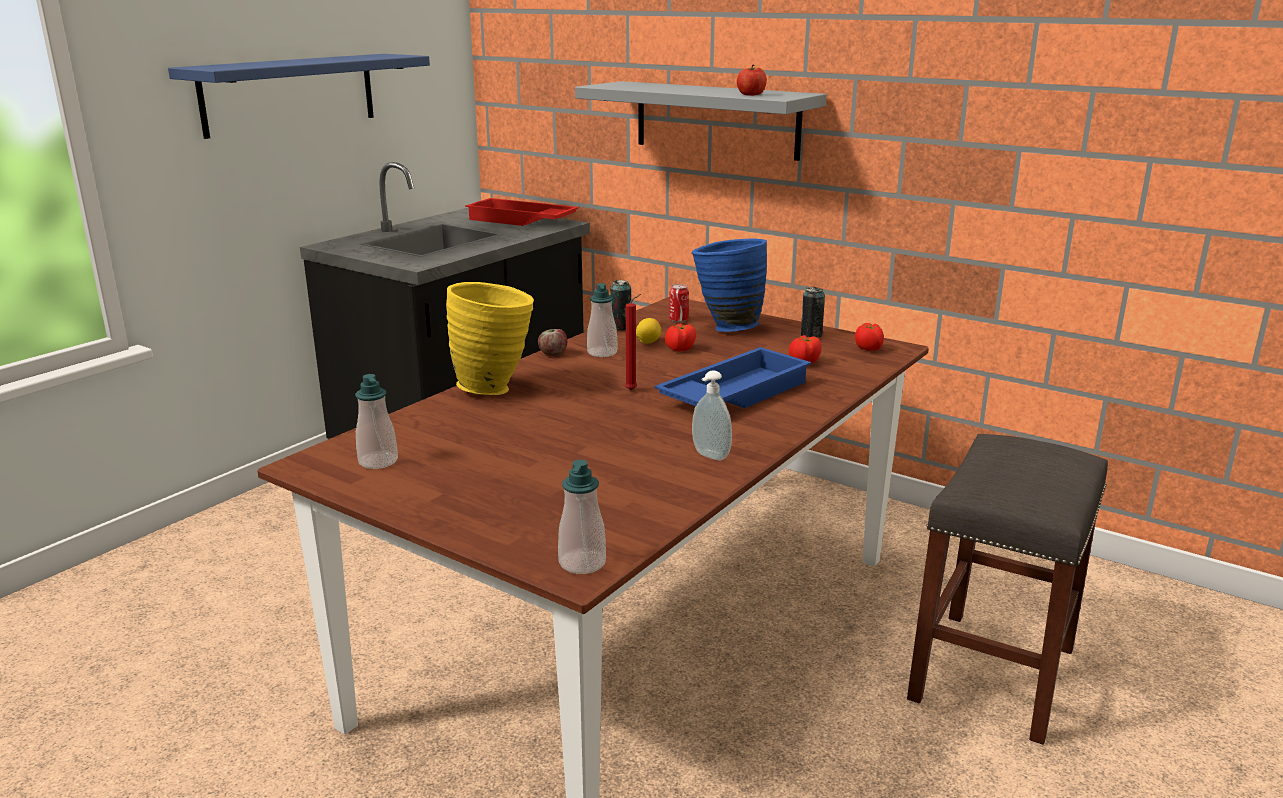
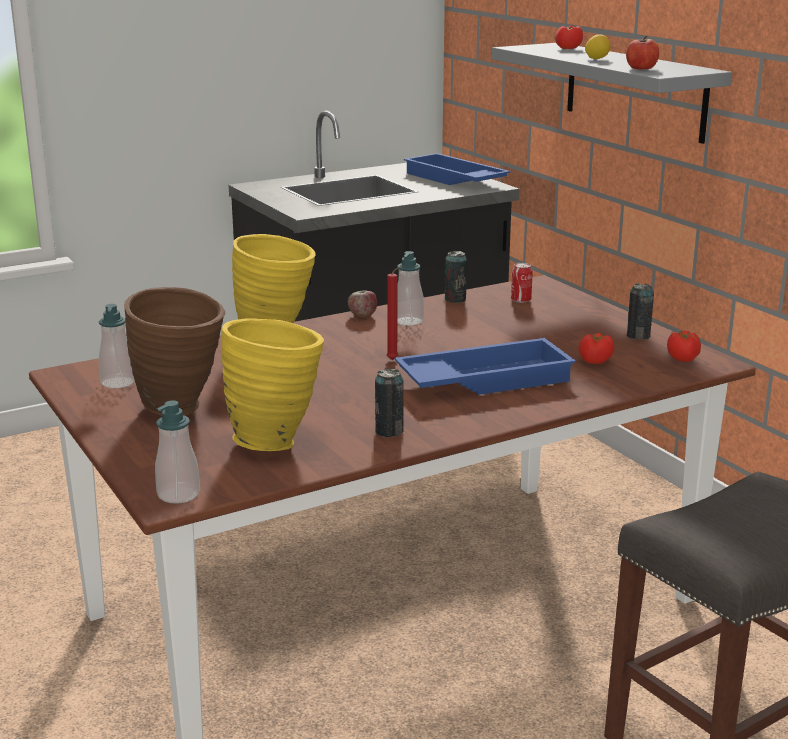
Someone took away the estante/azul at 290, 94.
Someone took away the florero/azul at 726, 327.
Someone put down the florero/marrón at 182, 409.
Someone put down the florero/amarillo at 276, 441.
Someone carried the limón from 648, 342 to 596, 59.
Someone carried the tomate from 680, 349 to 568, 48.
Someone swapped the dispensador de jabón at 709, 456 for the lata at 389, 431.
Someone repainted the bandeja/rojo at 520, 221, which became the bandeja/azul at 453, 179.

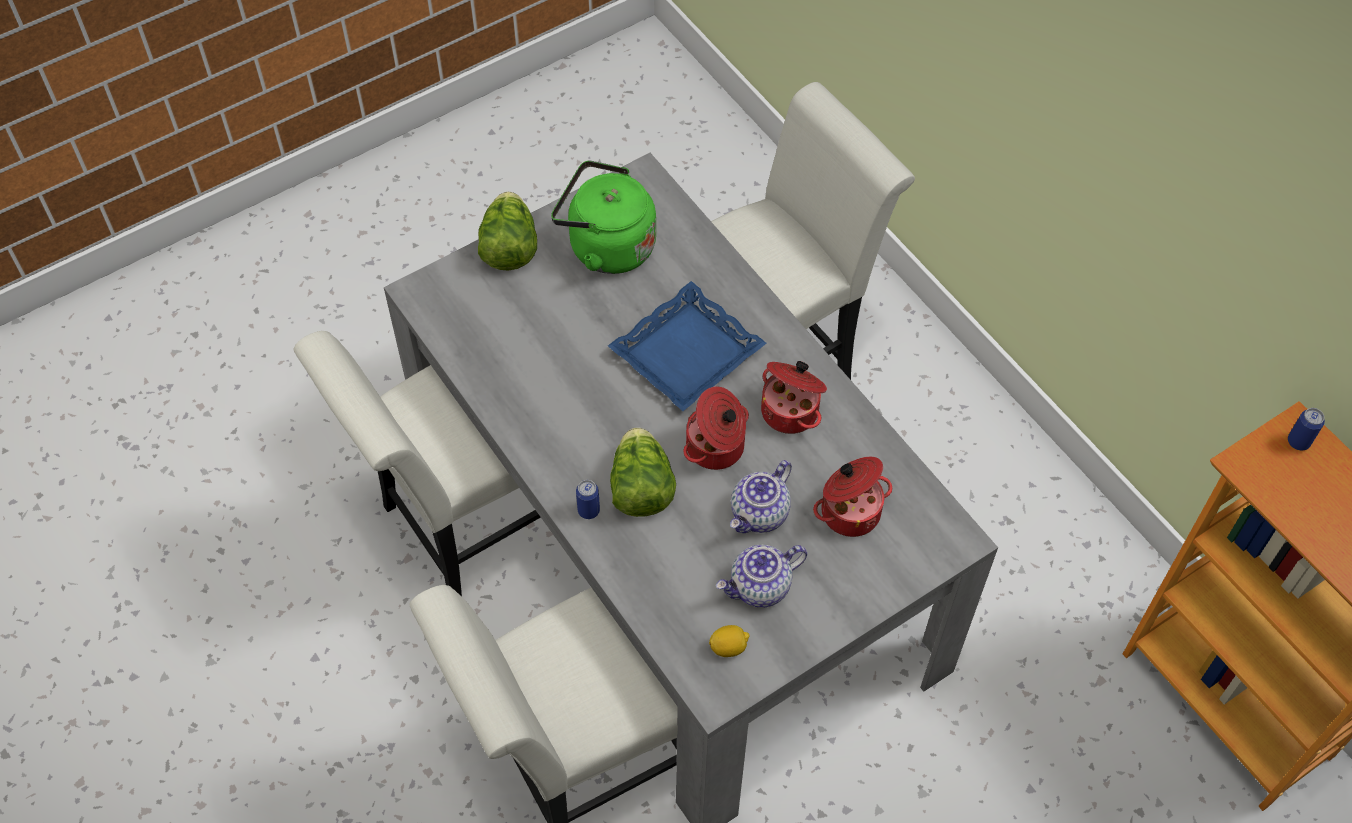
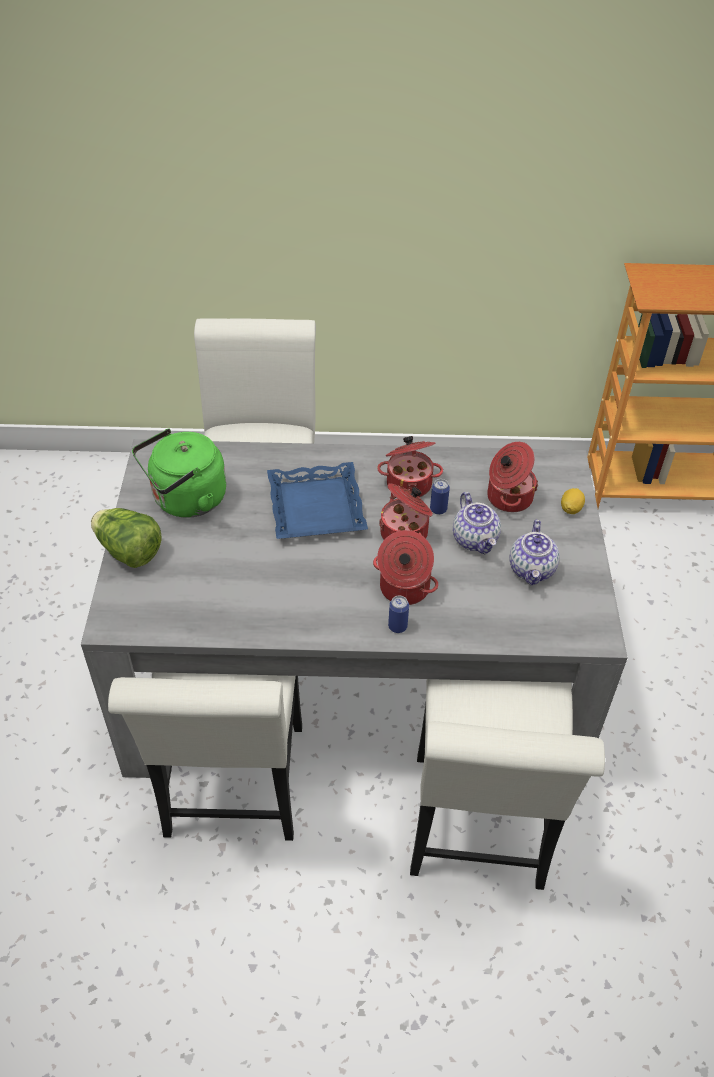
Someone carried the limón from 728, 647 to 571, 509.
Someone carried the lata from 1298, 442 to 438, 509.
Someone swapped the lechuga at 640, 488 for the olla at 403, 589.

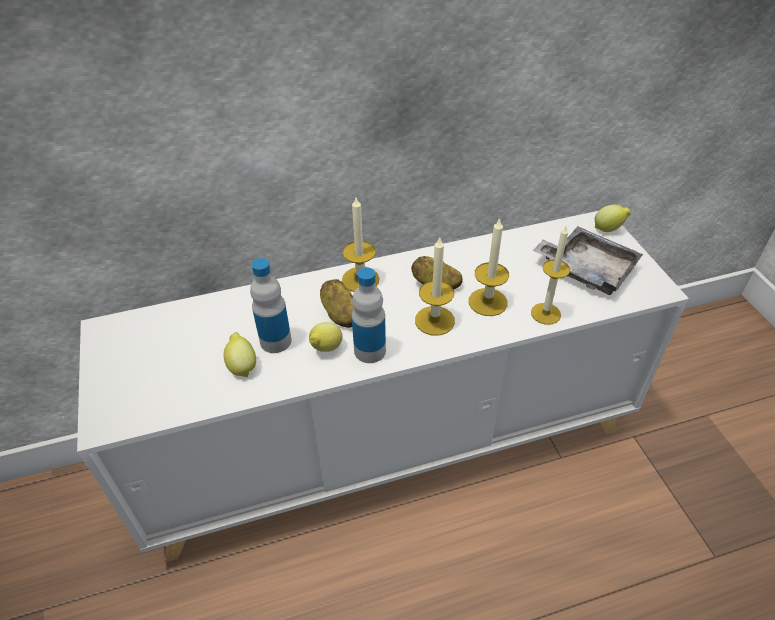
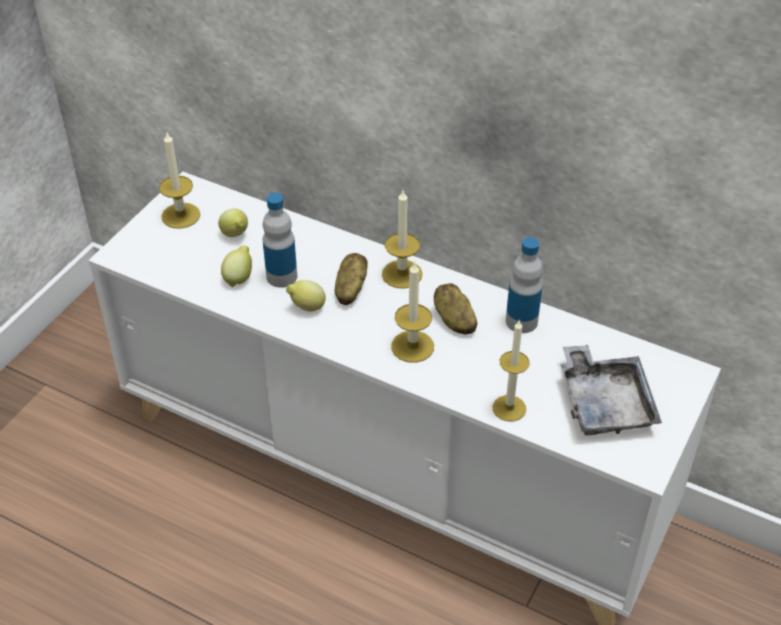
Someone carried the botella from 370, 351 to 521, 321.
Someone carried the vela from 487, 302 to 180, 215.
Someone carried the limón from 608, 229 to 235, 235.

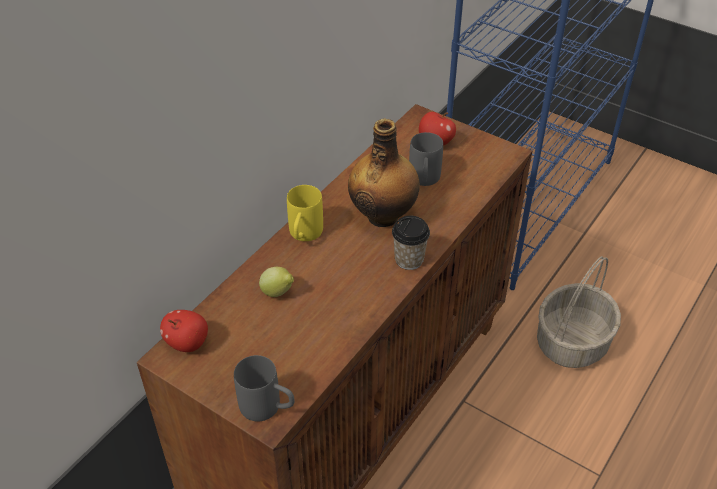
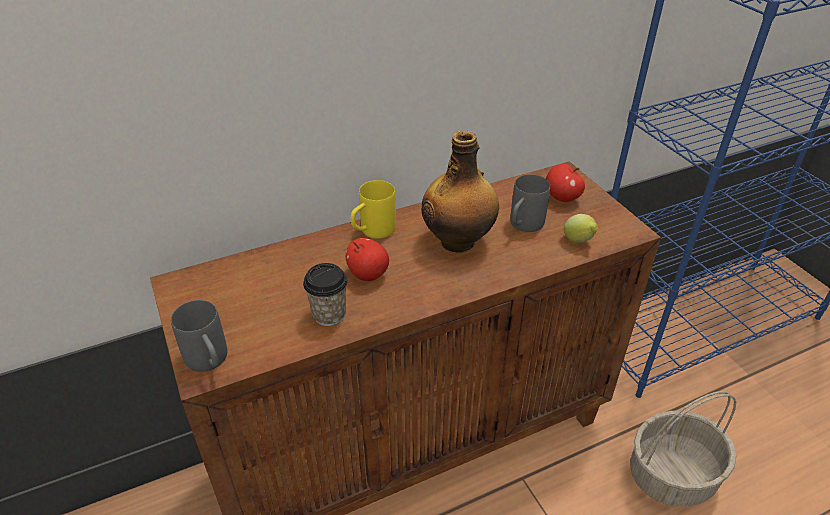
Someone carried the manzana from 187, 343 to 368, 274.
Someone carried the limón from 278, 293 to 579, 241.
Someone carried the taza from 409, 260 to 329, 314.

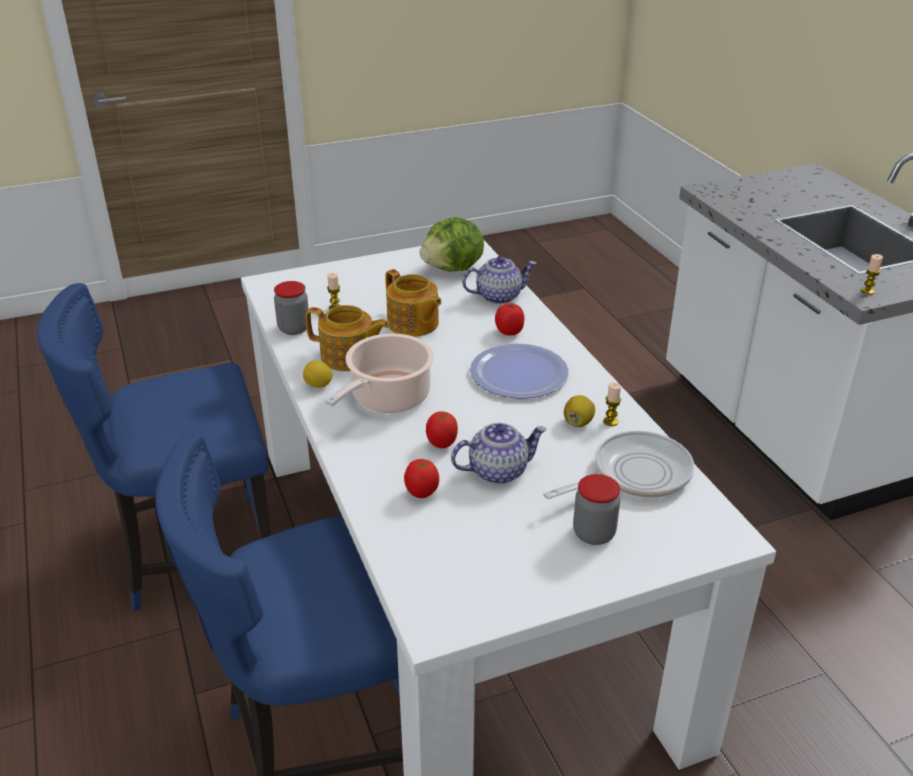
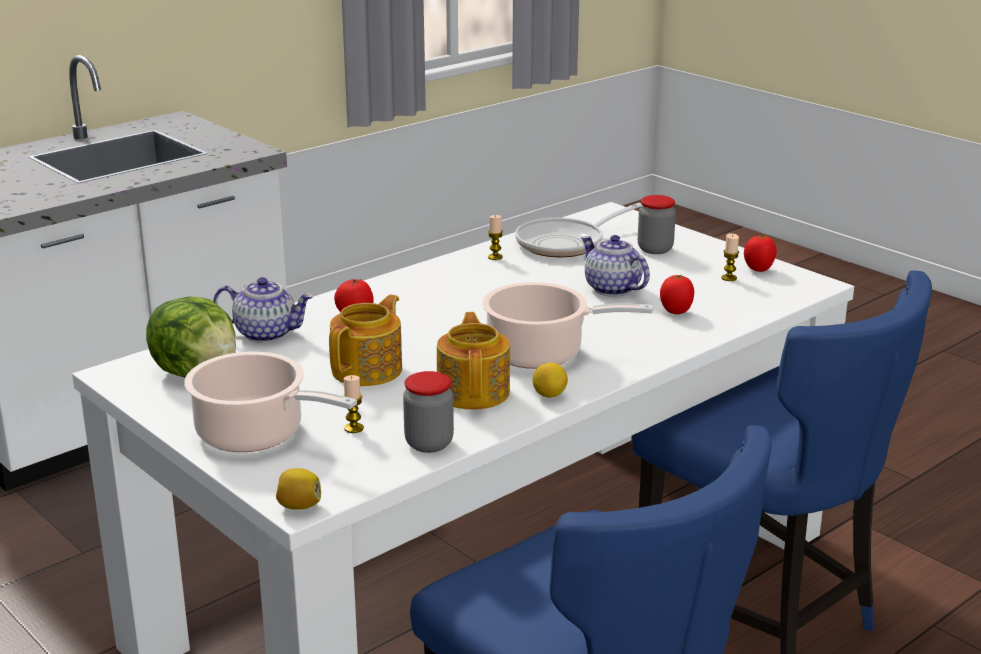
Someone took away the plato at 519, 373.
Someone put down the olla at 256, 434.
Someone carried the tomate from 441, 444 to 759, 270.
Someone carried the limón from 578, 422 to 299, 506.
Someone carried the vela from 867, 291 to 729, 278.
Someone rotated the tetera at 499, 296 by 135 degrees clockwise.
Someone rotated the sartén at 634, 475 by 75 degrees counterclockwise.

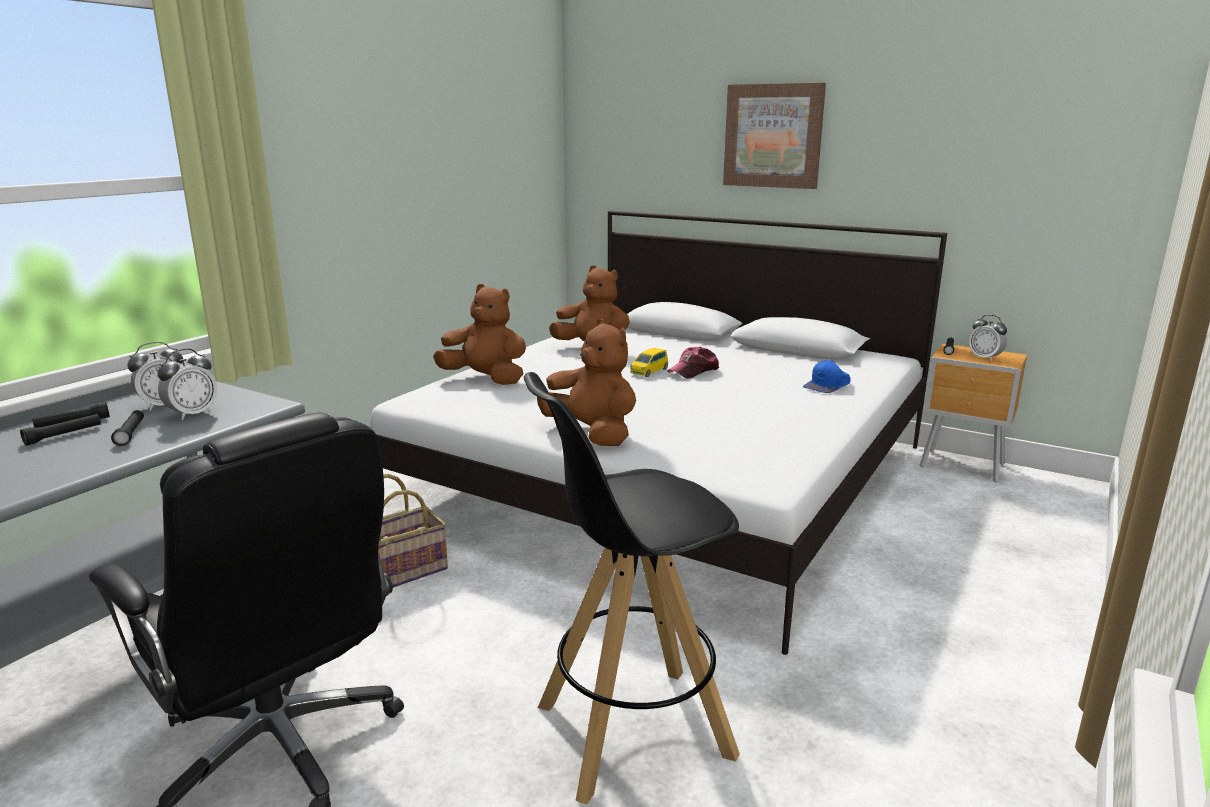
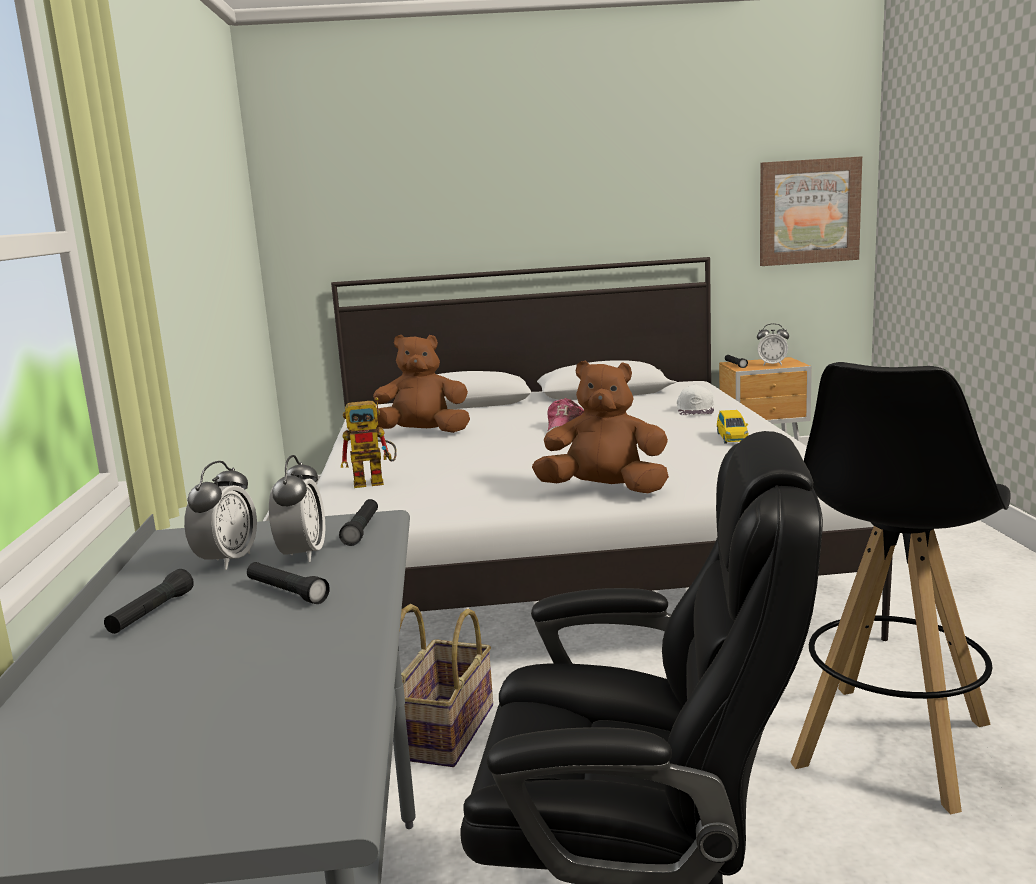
Someone carried the linterna/negro from 63, 435 to 362, 530.
Someone carried the coche de juguete/amarillo from 649, 371 to 732, 438.
Someone carried the cuadro from 773, 136 to 809, 211.
Someone swapped the peluche/marrón at 485, 379 for the robot de juguete at 376, 481.
Someone repainted the gorra/azul at 828, 385, which became the gorra/blanco at 696, 410.

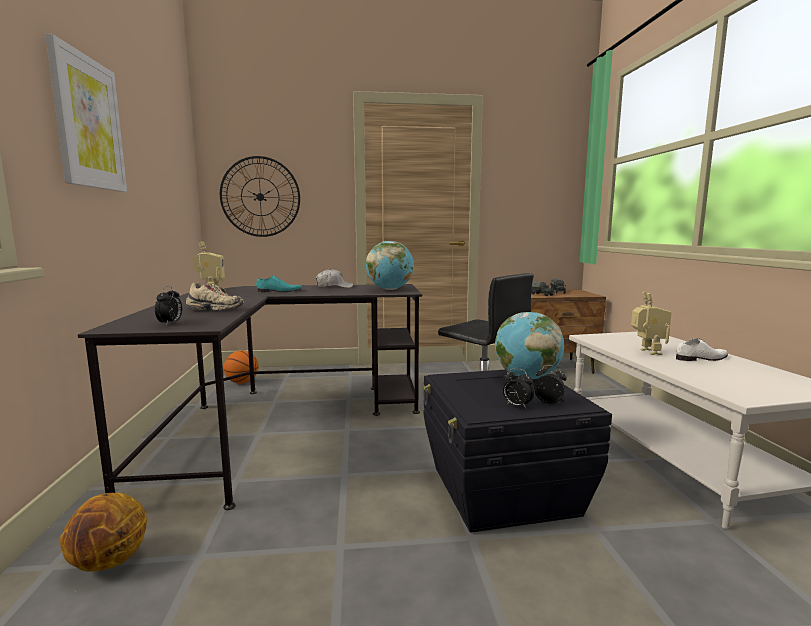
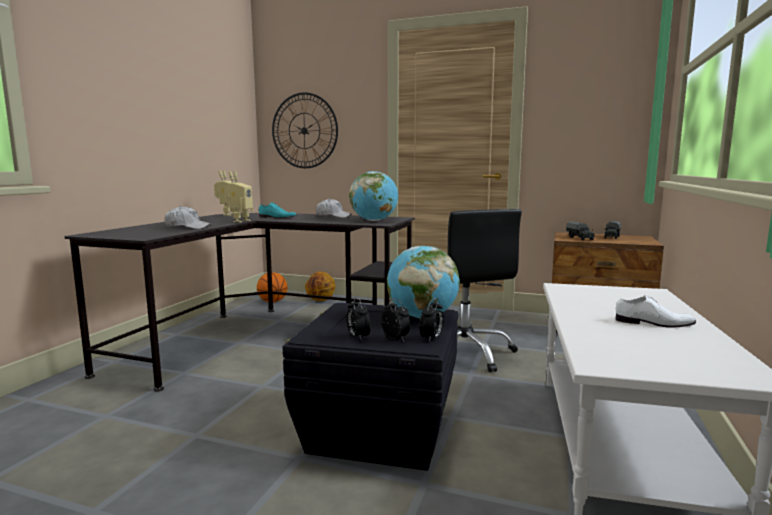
Someone took away the cuadro at 88, 123.
Someone carried the balón de baloncesto from 109, 562 to 320, 300.
Someone carried the despertador from 170, 323 to 431, 338.
Someone carried the robot de juguete from 647, 352 to 239, 221.
Someone swapped the zapato/beis at 215, 309 for the gorra/blanco at 188, 227.

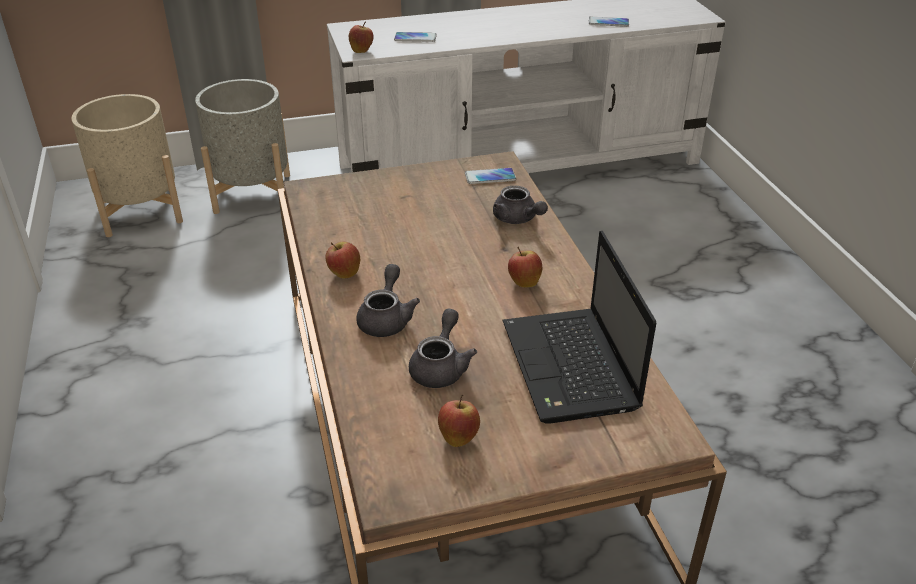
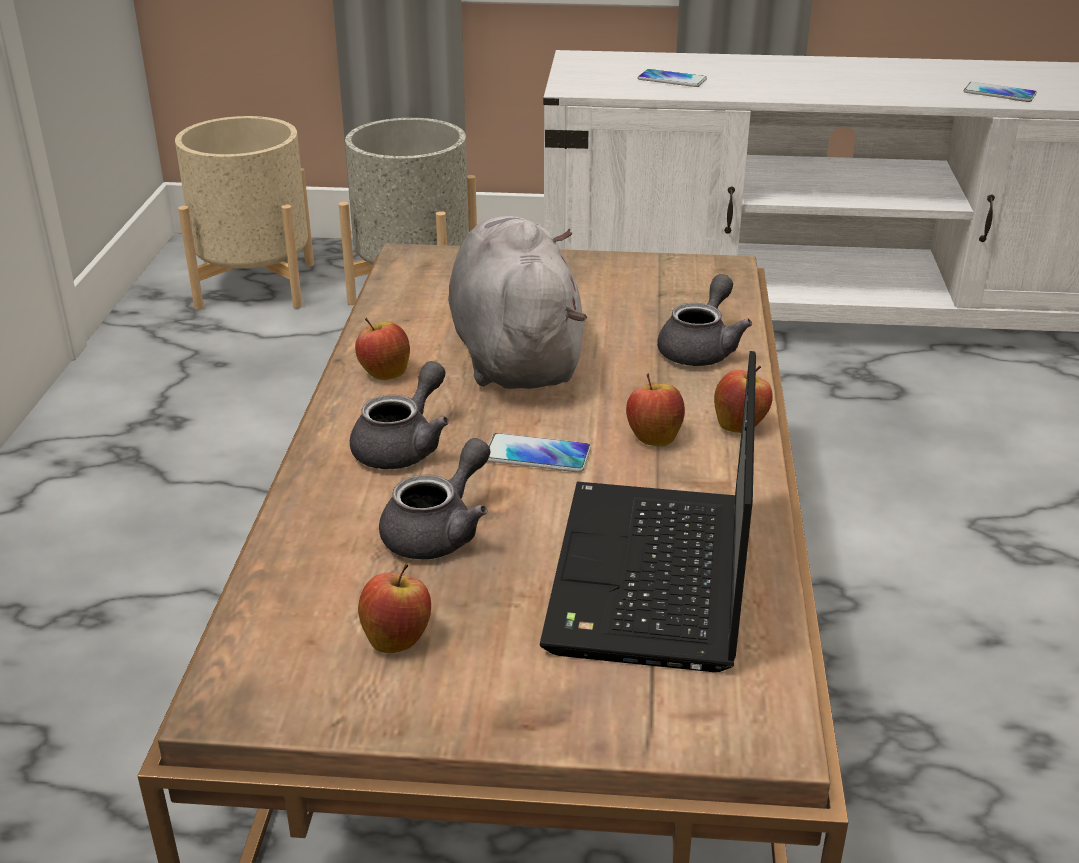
Someone put down the peluche/gris at 515, 355.
Someone carried the manzana from 362, 50 to 740, 426.
Someone carried the móvil from 490, 177 to 537, 455.
Someone rotated the tetera/gris at 517, 219 by 135 degrees counterclockwise.

